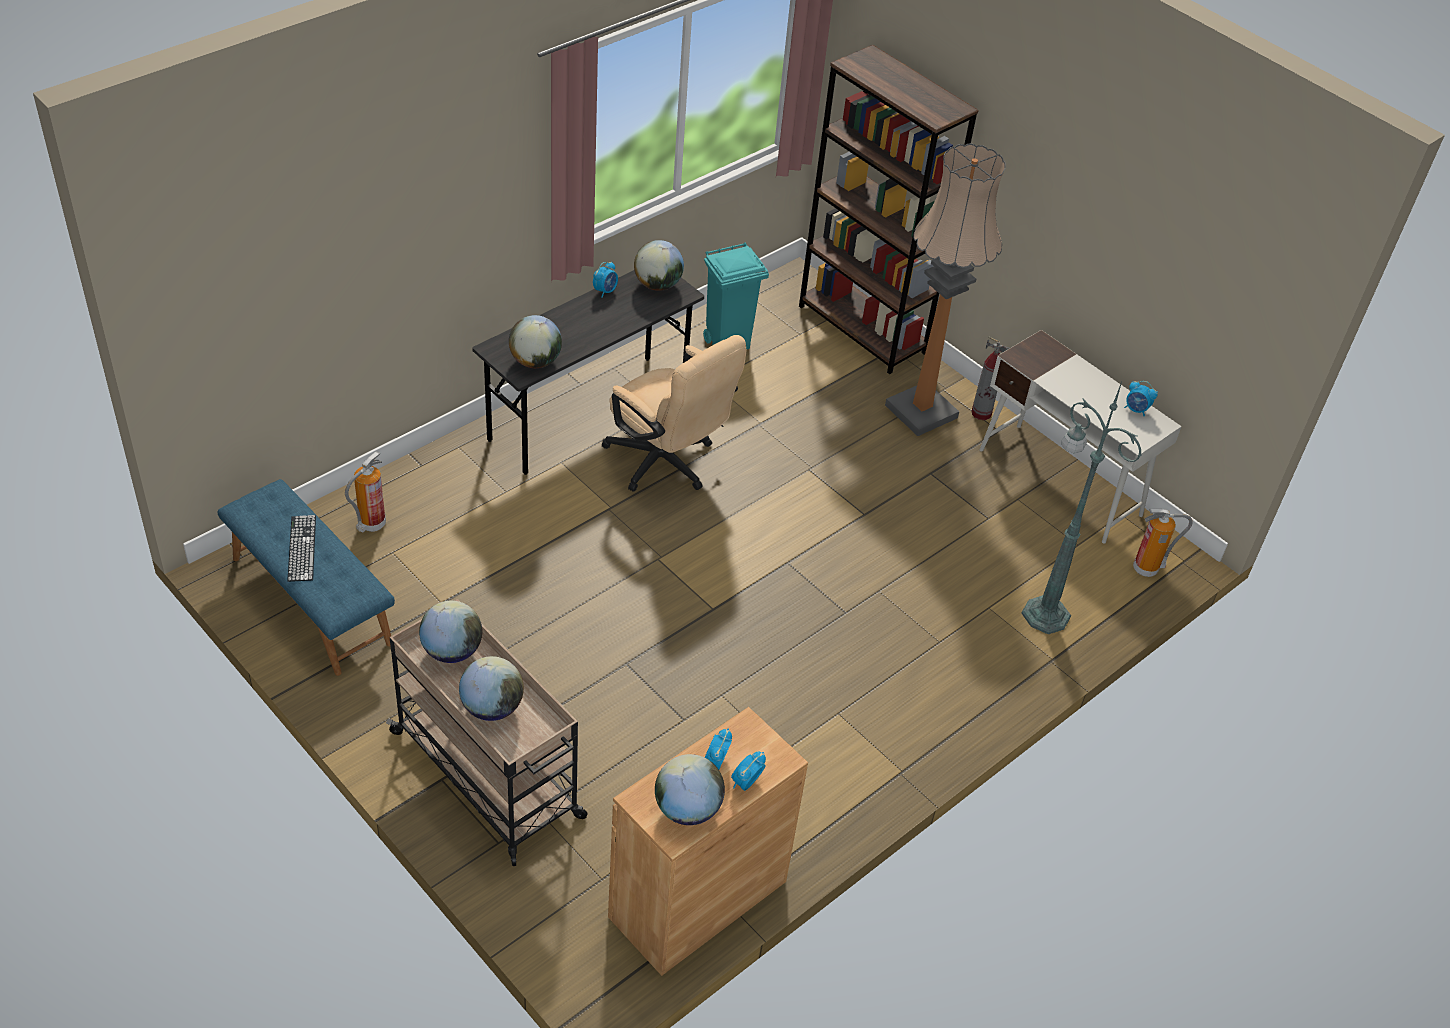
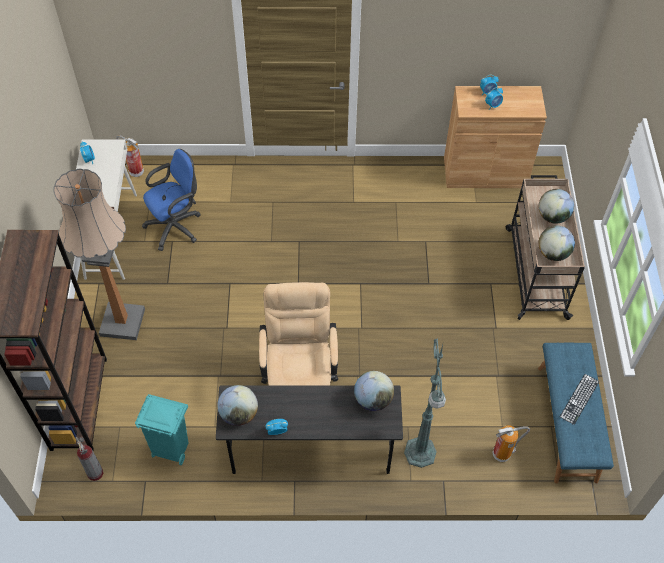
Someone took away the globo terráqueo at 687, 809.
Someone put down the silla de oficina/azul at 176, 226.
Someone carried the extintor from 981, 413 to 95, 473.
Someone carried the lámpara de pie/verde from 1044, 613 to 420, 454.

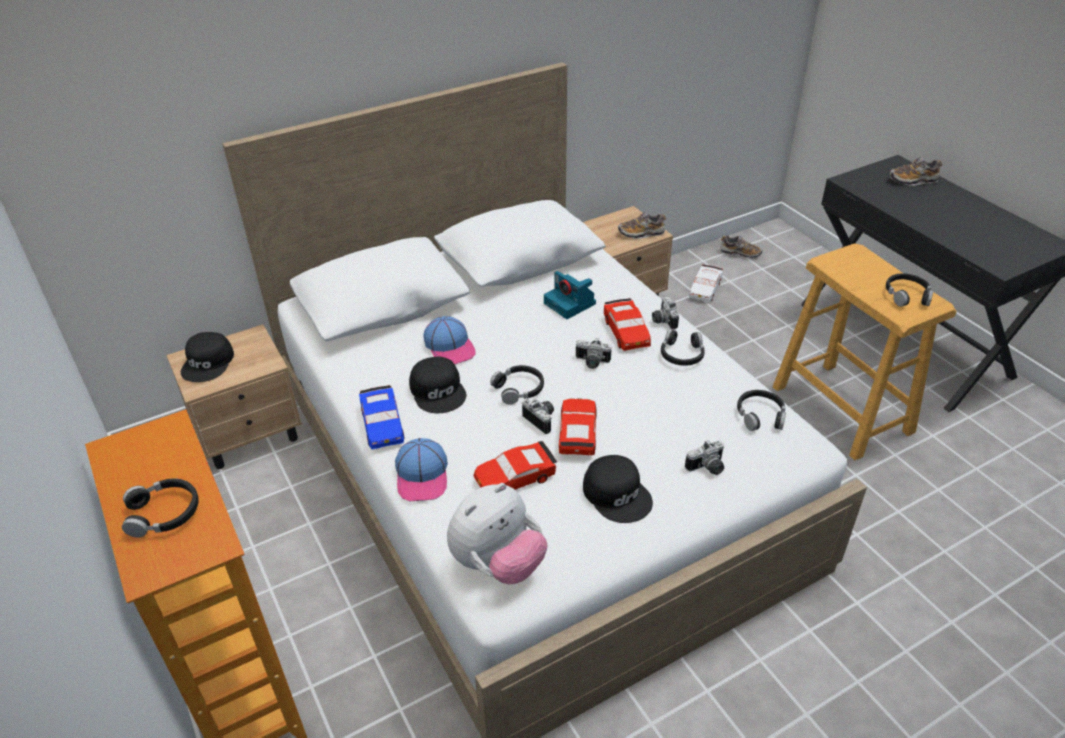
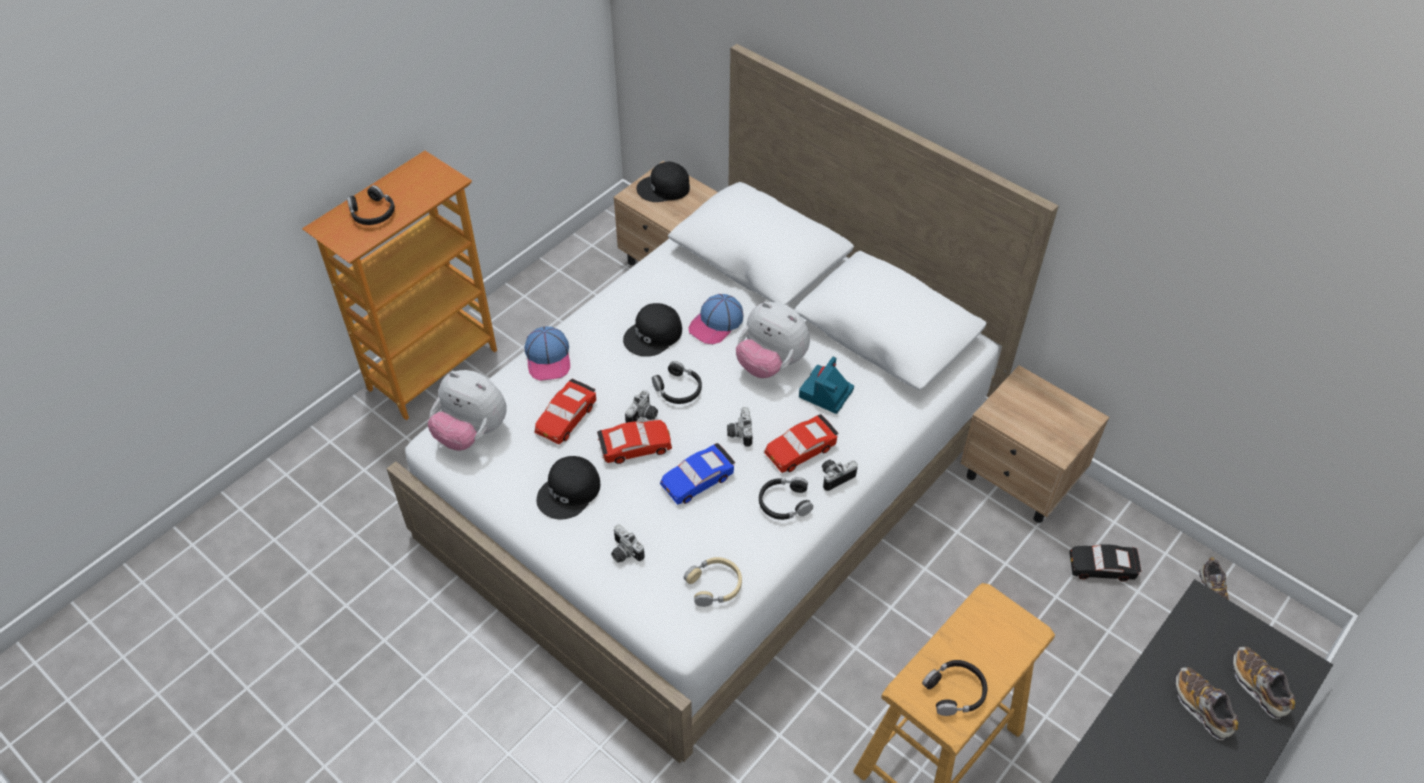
Someone put down the peluche at 770, 363.
Someone carried the coche de juguete/azul from 382, 424 to 697, 480.
Someone carried the zapato from 641, 233 to 1201, 707.
Someone repainted the coche de juguete/blanco at 705, 289, which became the coche de juguete/negro at 1102, 567.
Someone repainted the auriculares/negro at 760, 415, which became the auriculares/beis at 714, 585.
Someone rotated the gorra at 422, 476 by 75 degrees counterclockwise.
Someone rotated the coche de juguete/rojo at 515, 477 by 105 degrees counterclockwise.

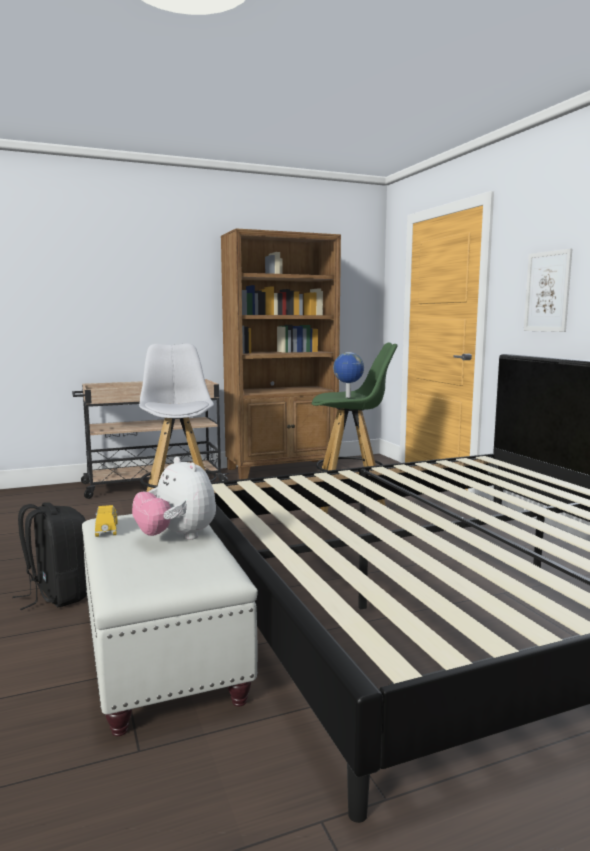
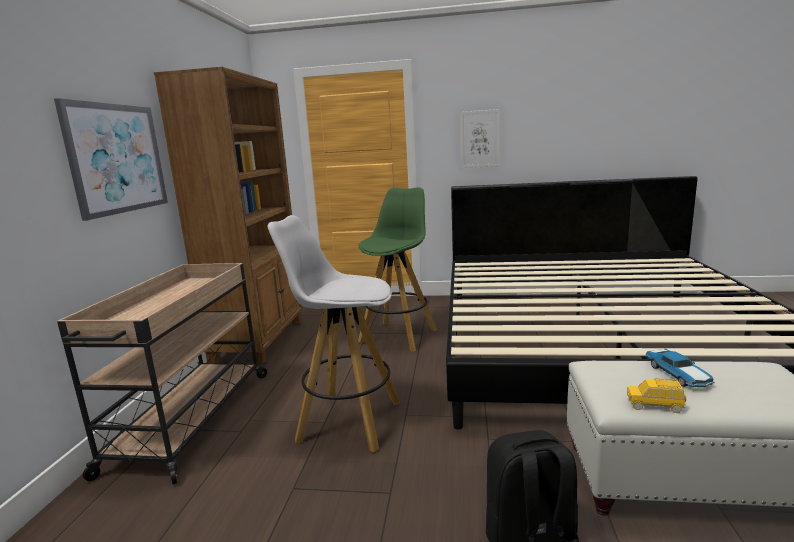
Someone took away the globo terráqueo at 348, 397.
Someone put up the cuadro at 117, 159.
Someone swapped the peluche at 176, 537 for the coche de juguete at 678, 375.

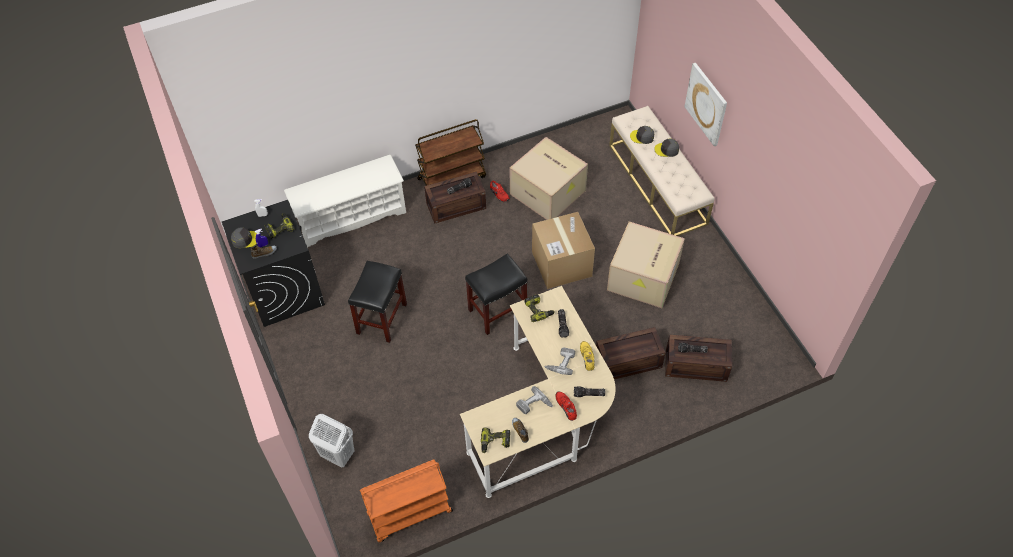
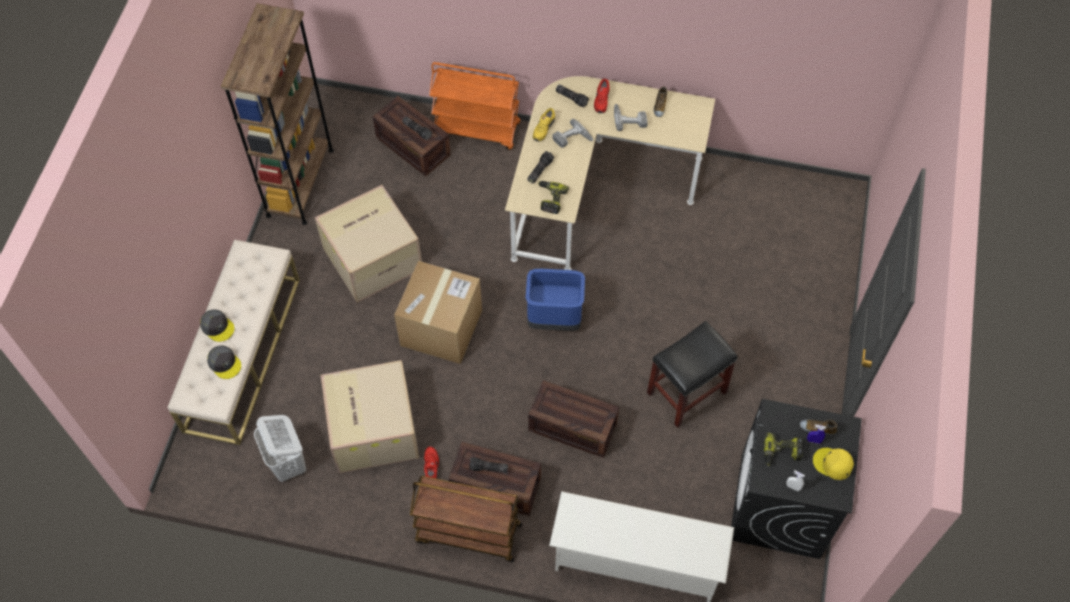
Someone took away the taladro at 495, 443.
Someone took away the cuadro at 706, 104.
Someone put down the estantería/marrón at 300, 182.
Someone carried the cesto de la ropa/blanco from 337, 454 to 288, 464.
Someone carried the carrito/naranja from 409, 514 to 477, 129.
Someone carried the caja de embalaje from 628, 361 to 571, 427.
Someone swapped the taburete/negro at 498, 310 for the papelera/azul at 554, 320.
Someone repainted the gorra/gris at 245, 239, which became the gorra/amarillo at 833, 464.

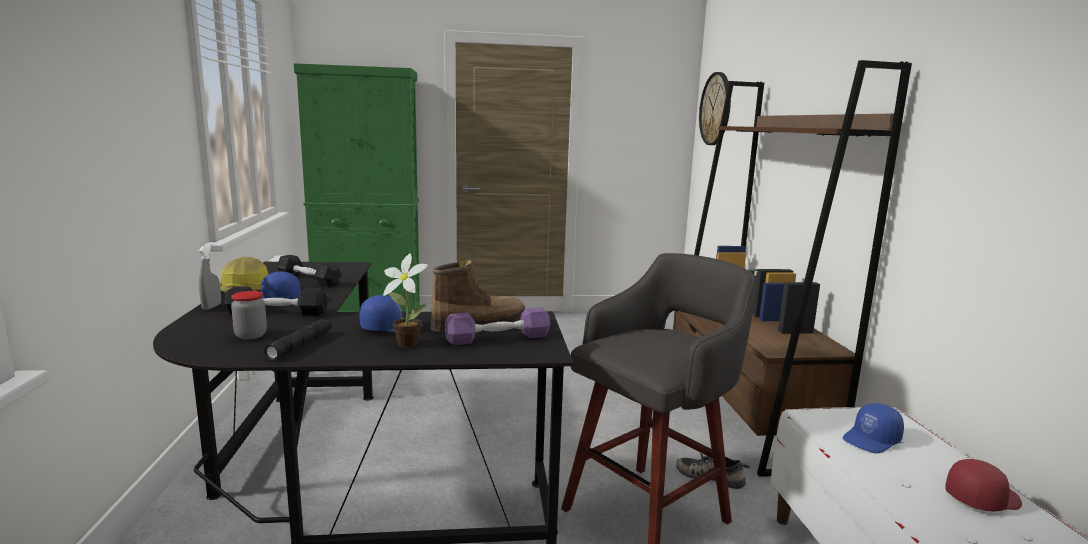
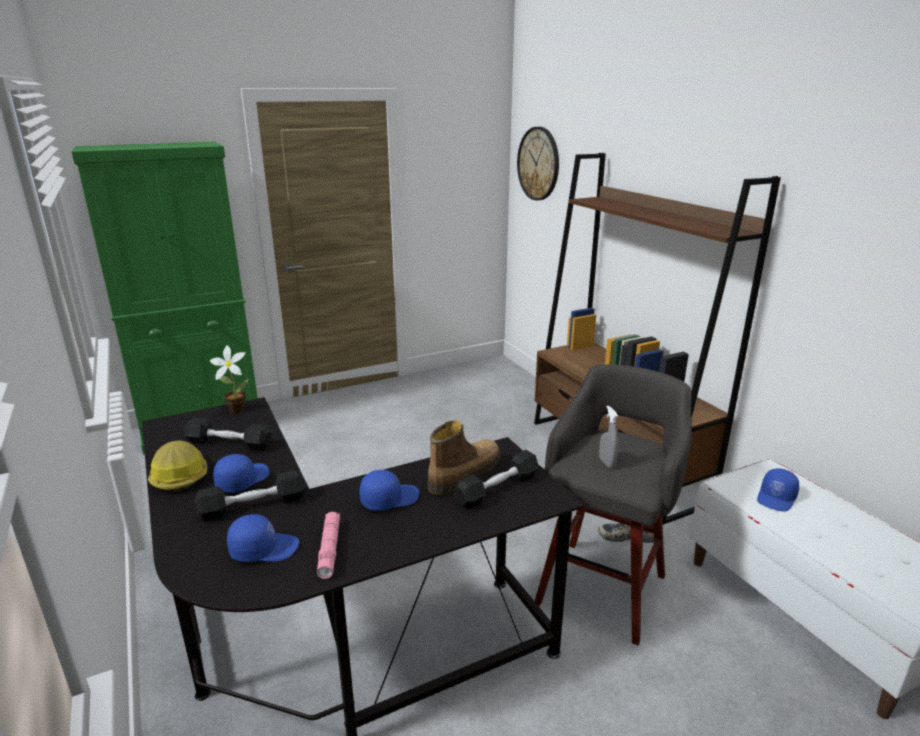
Someone took away the gorra/rojo at 981, 498.
Someone carried the pulverizador/gris from 211, 307 to 606, 463.
Someone carried the planta en maceta from 405, 343 to 234, 409.
Someone swapped the tarro at 251, 335 for the gorra/azul at 264, 548.
Someone repainted the linterna/negro at 300, 345, which became the linterna/rosa at 329, 549.
Someone repainted the mancuerna/morado at 498, 338, which became the mancuerna/negro at 497, 489.

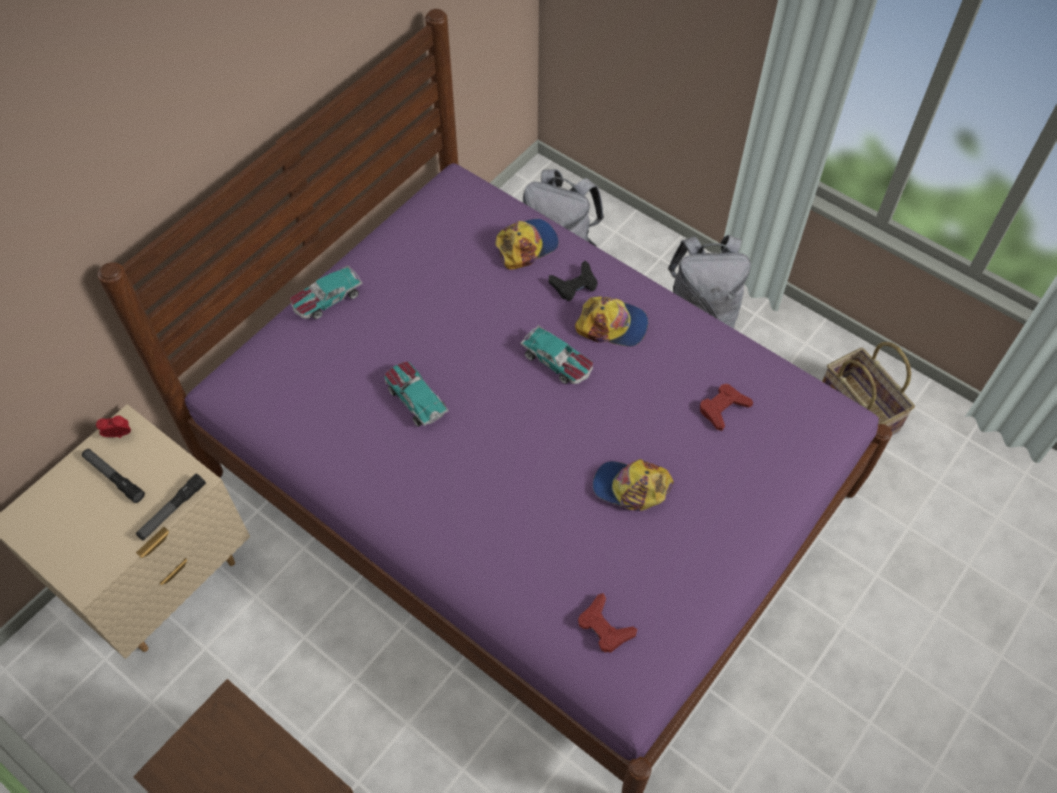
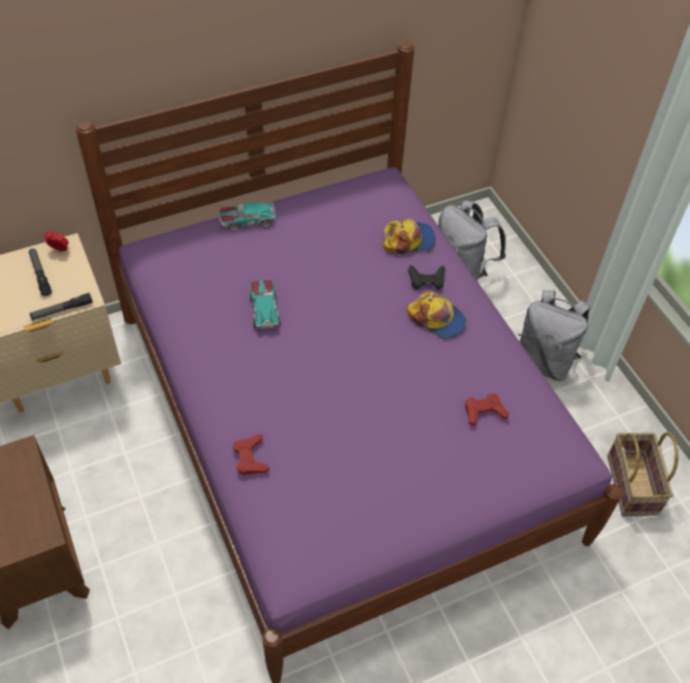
Someone took away the coche de juguete at 557, 361.
Someone took away the gorra at 631, 488.
Someone carried the mando de consola/rojo from 604, 627 to 250, 458.

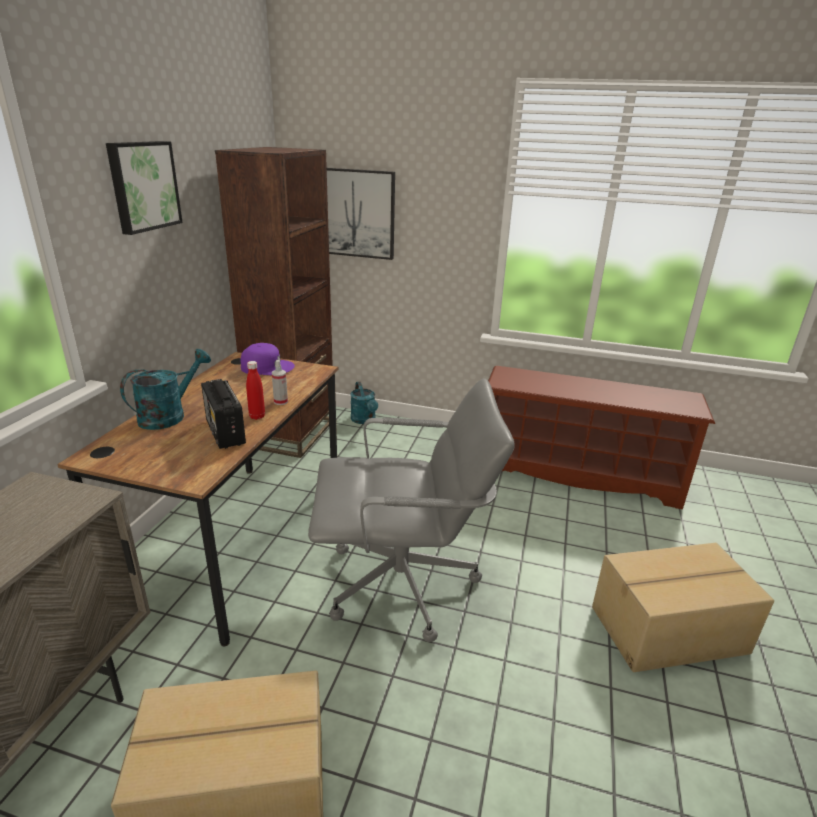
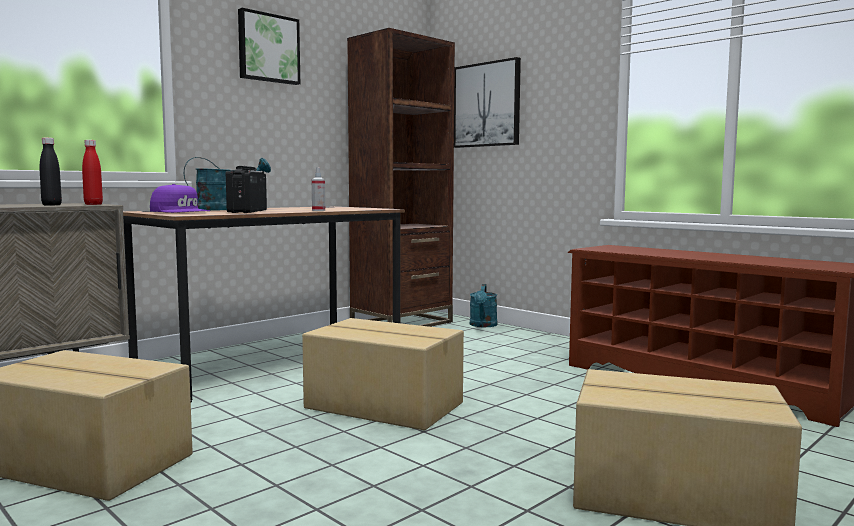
Someone put down the botella/negro at 51, 205.
Someone carried the gorra/morado from 267, 367 to 180, 211.
Someone carried the botella/rojo from 257, 416 to 93, 204.
Someone swapped the silla de oficina/gris at 403, 584 for the caja de cartón at 383, 406.

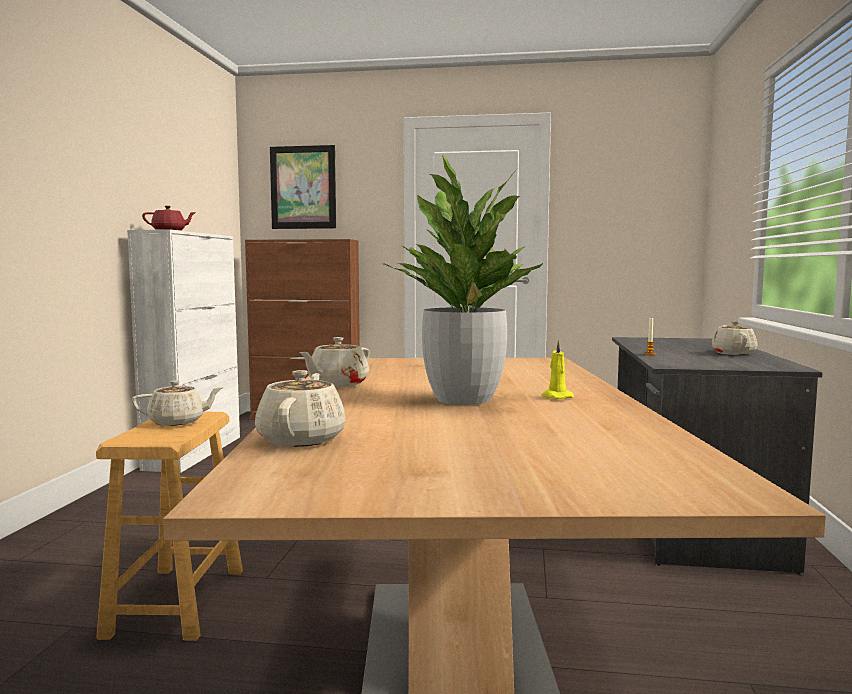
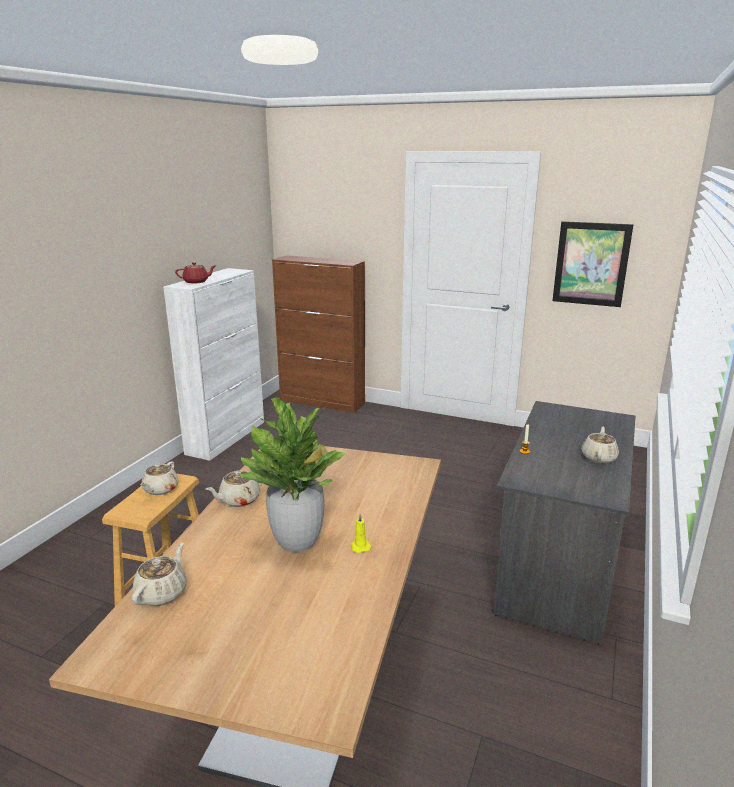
Someone carried the cuadro from 303, 187 to 591, 264.
Someone rotated the tetera/beis at 178, 422 by 105 degrees clockwise.

